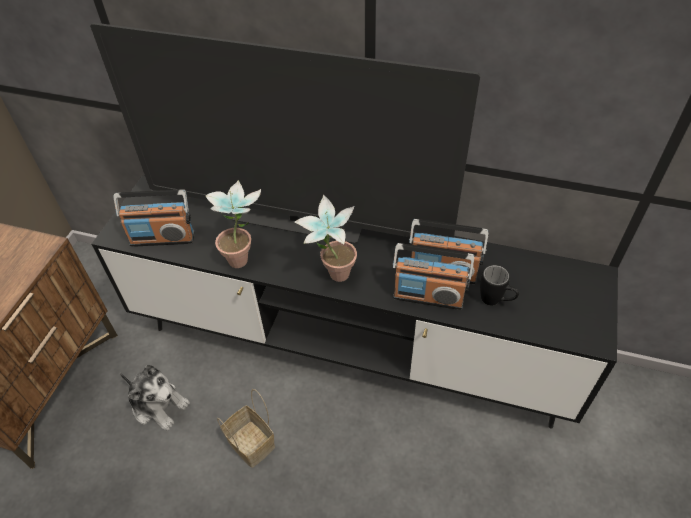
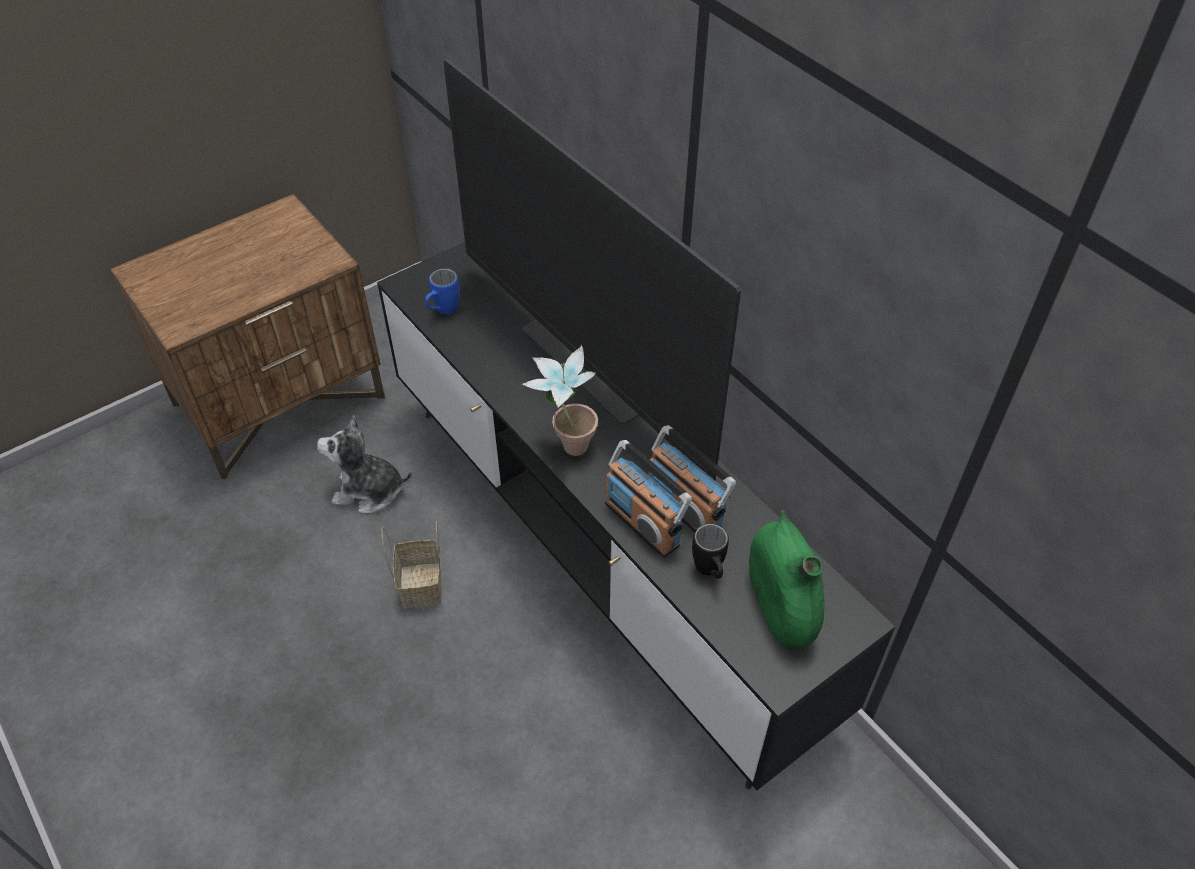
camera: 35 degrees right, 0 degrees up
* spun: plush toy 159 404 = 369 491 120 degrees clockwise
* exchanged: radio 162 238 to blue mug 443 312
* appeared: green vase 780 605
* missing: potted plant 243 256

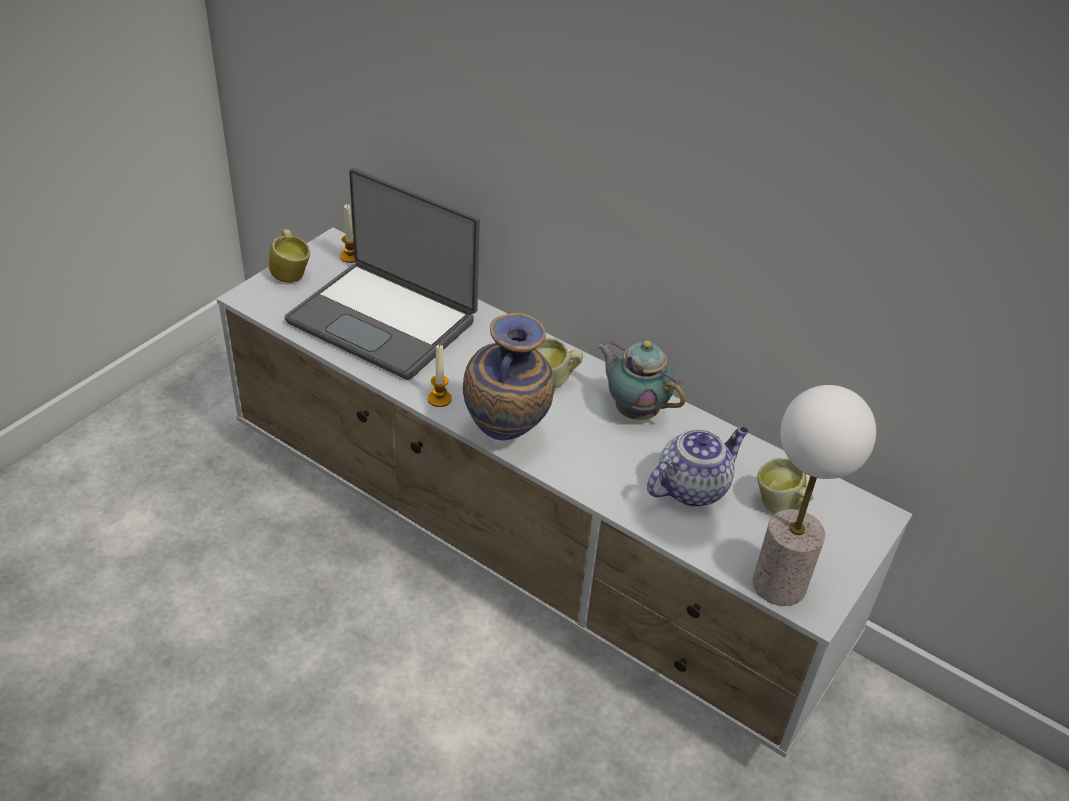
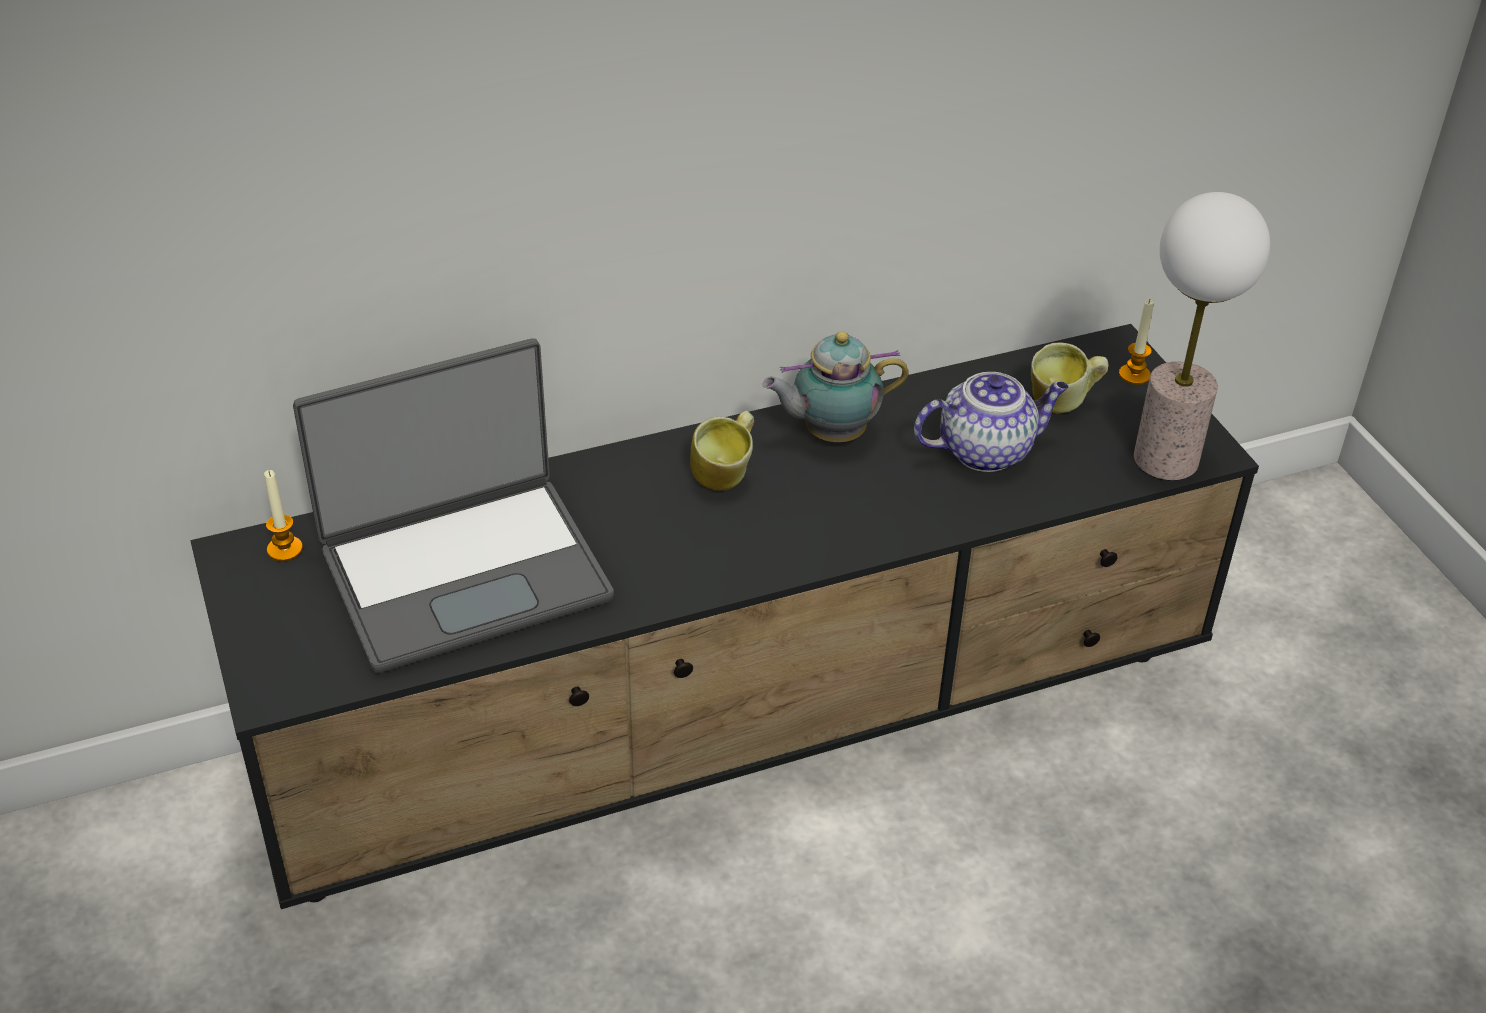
camera: 55 degrees left, 0 degrees up
* colour: white tv stand 526 554 to black tv stand 742 727
* spun: teapot 692 487 = 987 450 75 degrees clockwise
* relocated: candle 439 399 to 1134 375
* missing: mug 291 273
* missing: vase 506 439

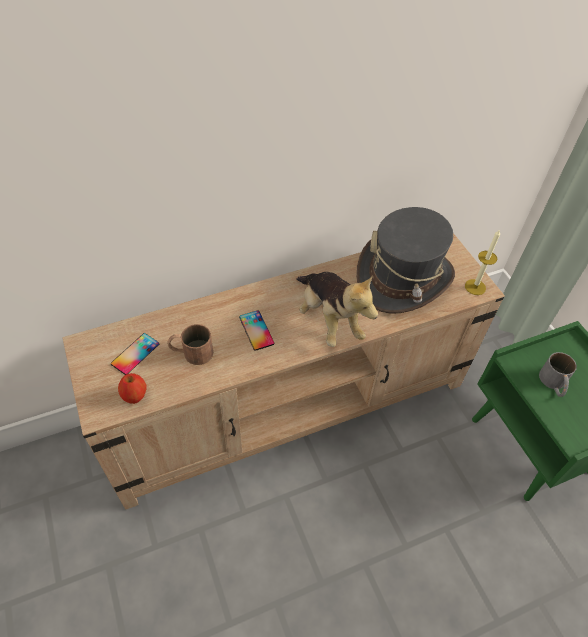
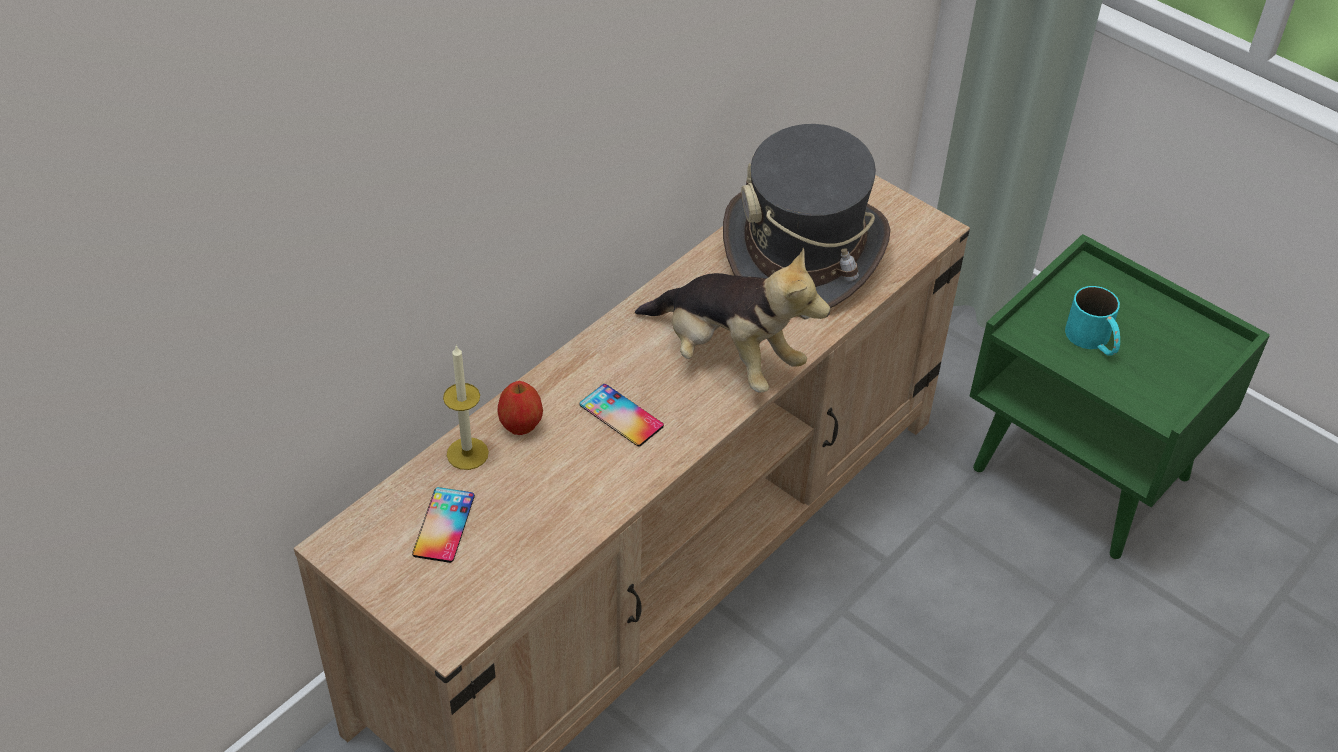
camera: 25 degrees left, 5 degrees down
* relocated: candle 475 287 to 467 453
* relocated: apple 135 396 to 521 425
* colour: grey mug 553 383 to turquoise mug 1093 341
* missing: brown mug 191 352

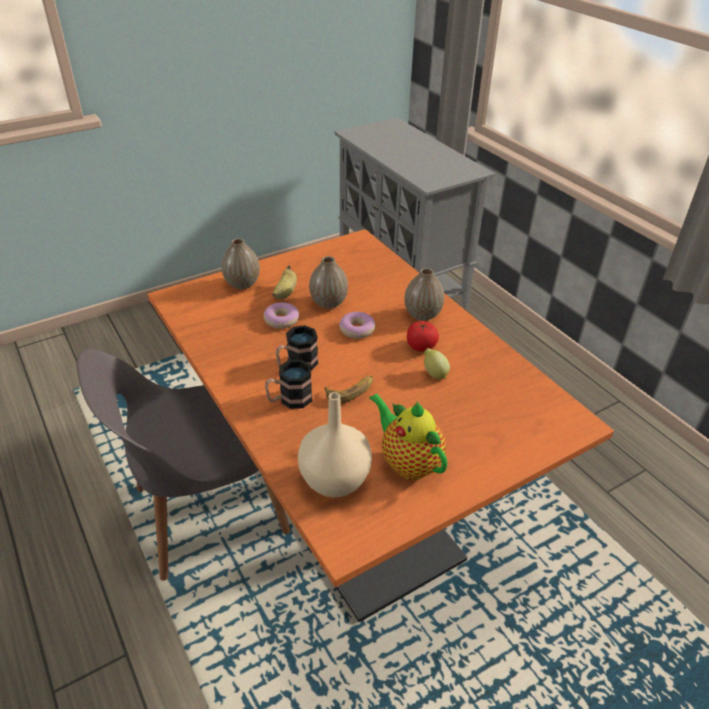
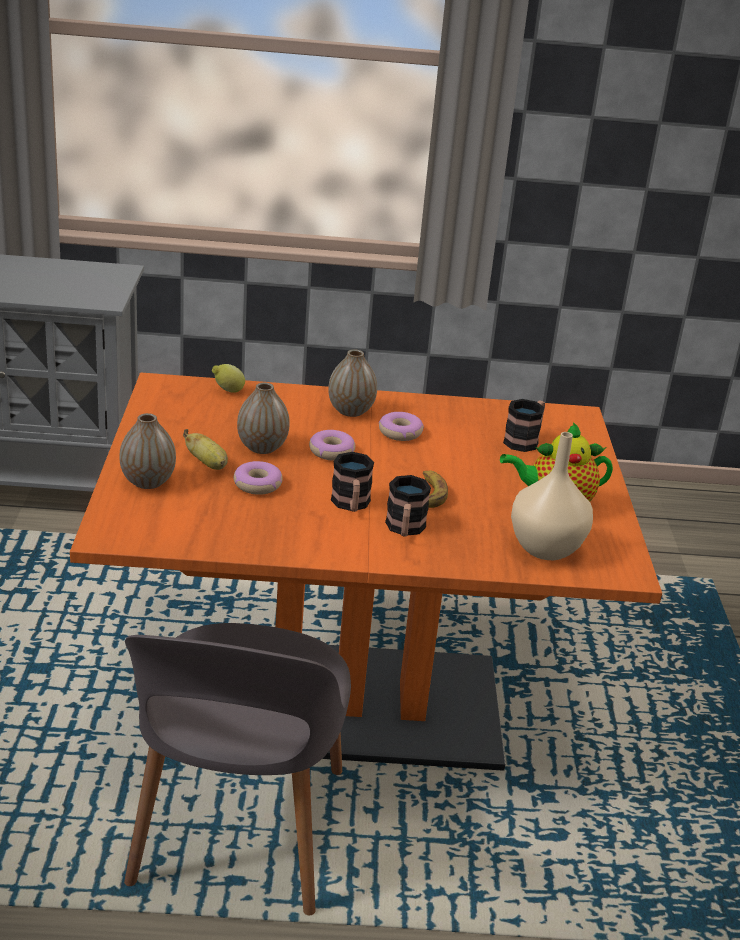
camera: 60 degrees left, 10 degrees down
* relocated: lemon 434 374 to 228 391
* exchanged: tomato 421 346 to donut 400 432
* appeared: mug 525 440

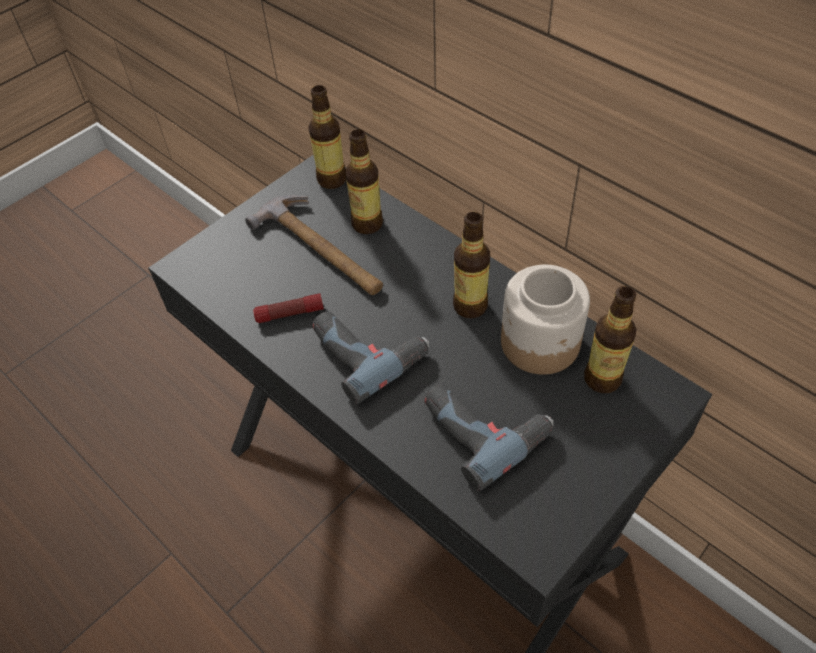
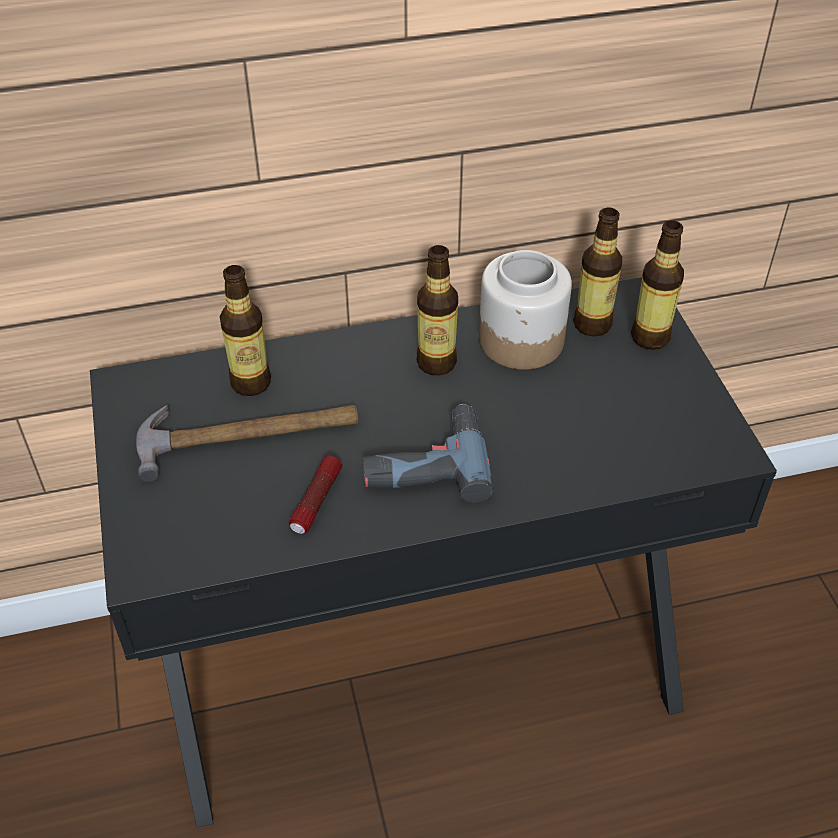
camera: 60 degrees left, 5 degrees down
* relocated: bottle 332 179 to 650 337
* missing: power drill 484 427

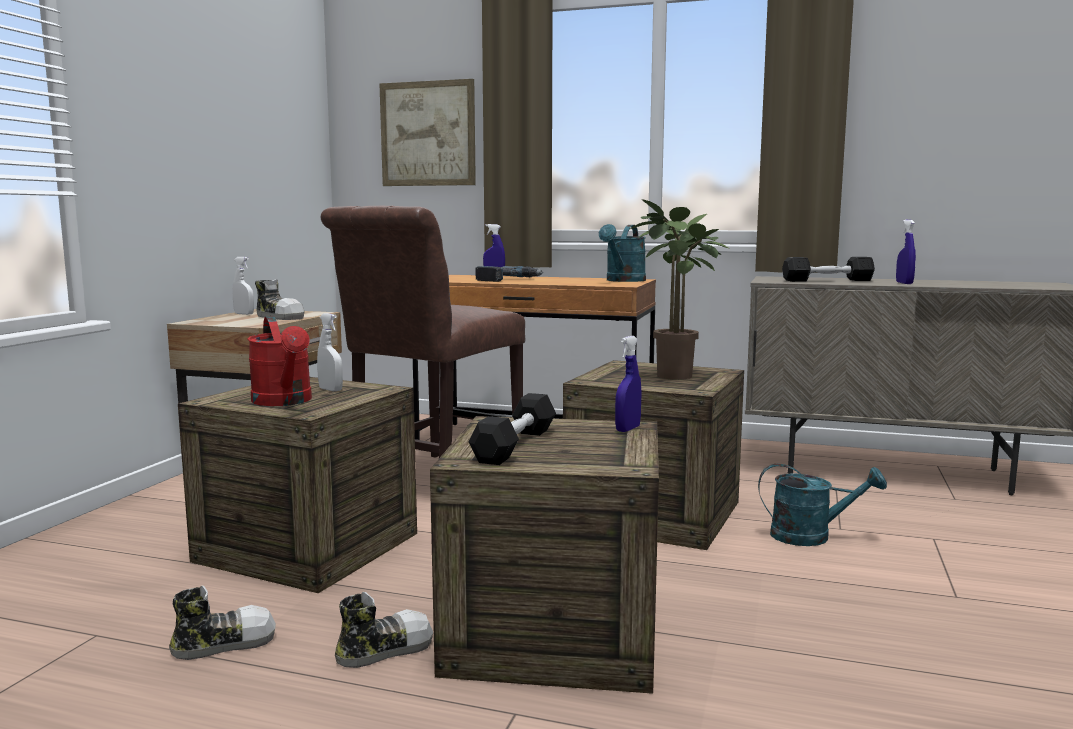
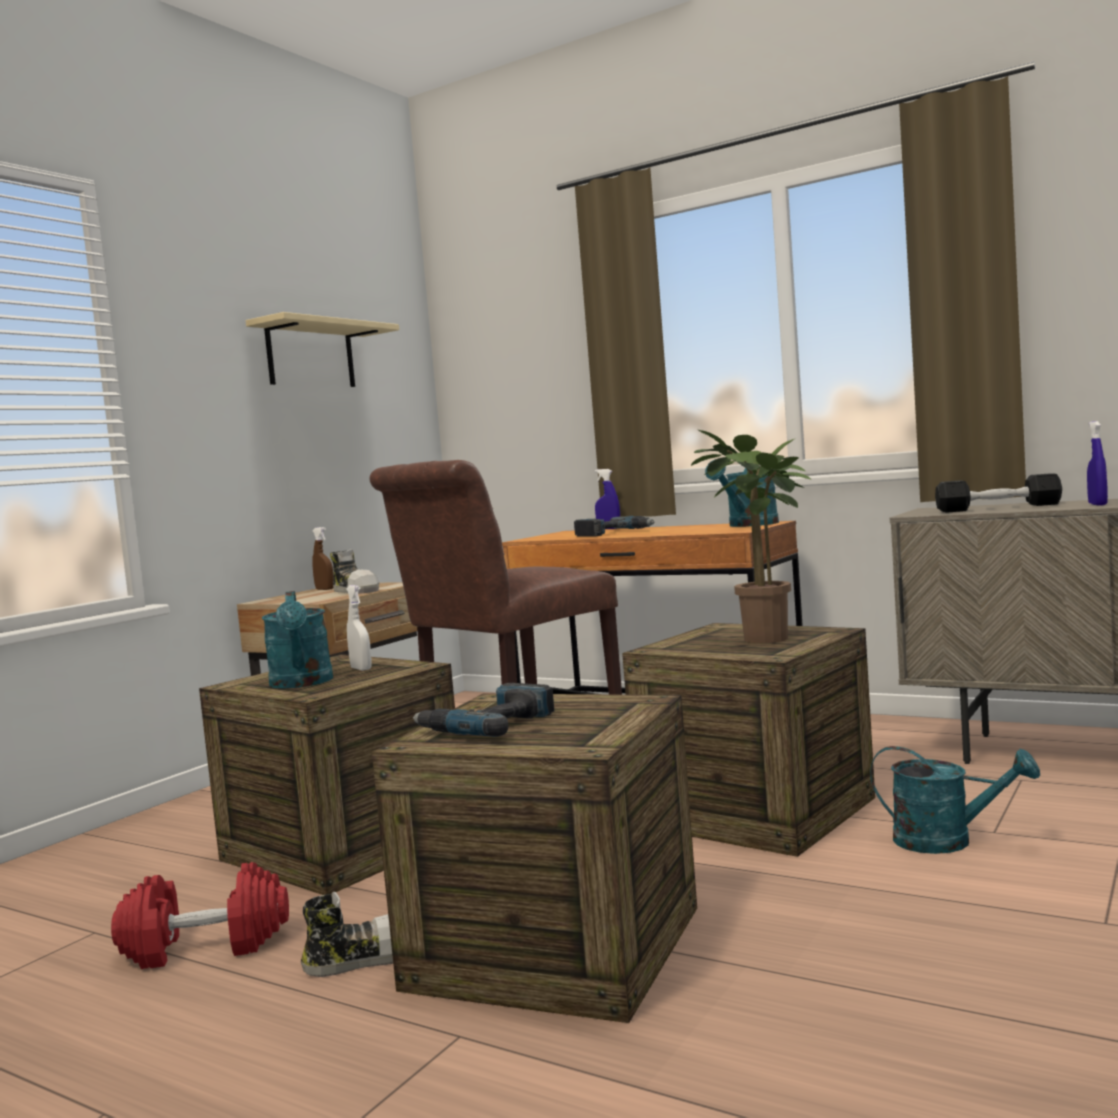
camera: 15 degrees right, 5 degrees down
* exchanged: shoe 224 643 to red dumbbell 206 946
* appeared: beige shelf 310 355
* colour: red watering can 285 402 to turquoise watering can 302 683
* colour: white spray bottle 244 314 to brown spray bottle 324 589
* exchanged: black dumbbell 515 445 to power drill 488 725
* missing: picture 428 134
* missing: blue spray bottle 627 429

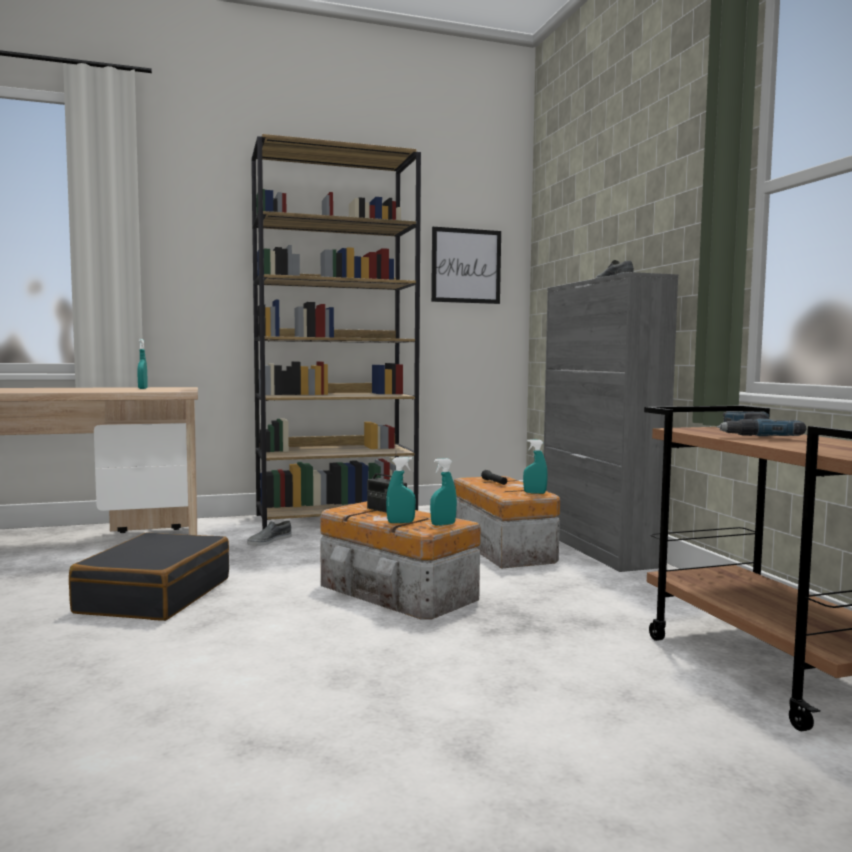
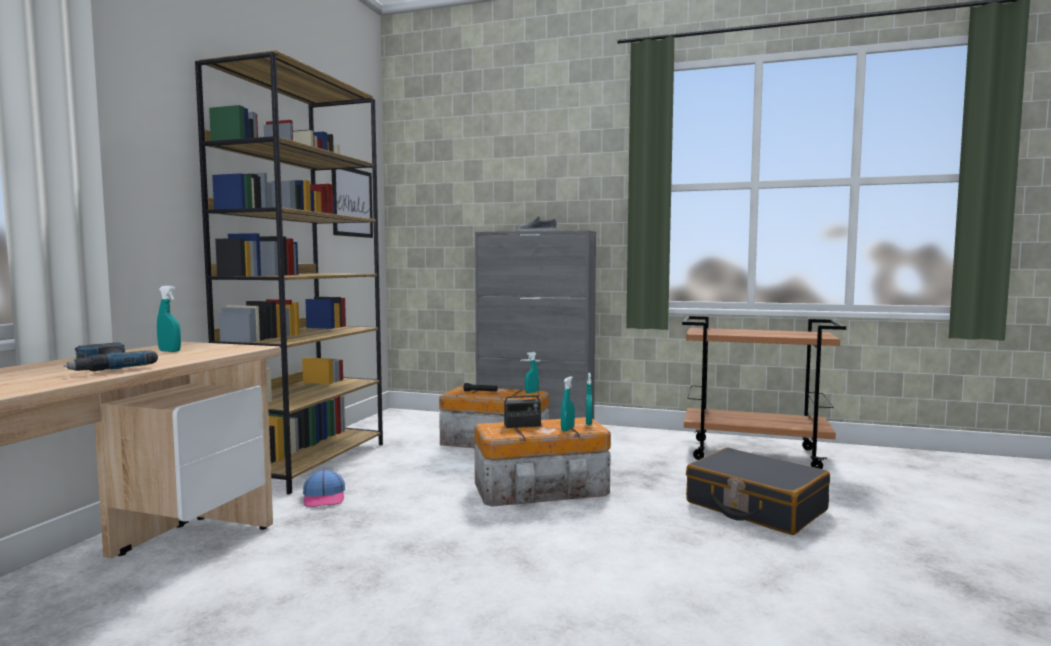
camera: 55 degrees left, 0 degrees up
* relocated: power drill 748 434 to 103 368
* exchanged: grey shoe 269 541 to cap 324 497
* relocated: black suitcase 154 595 to 755 507

